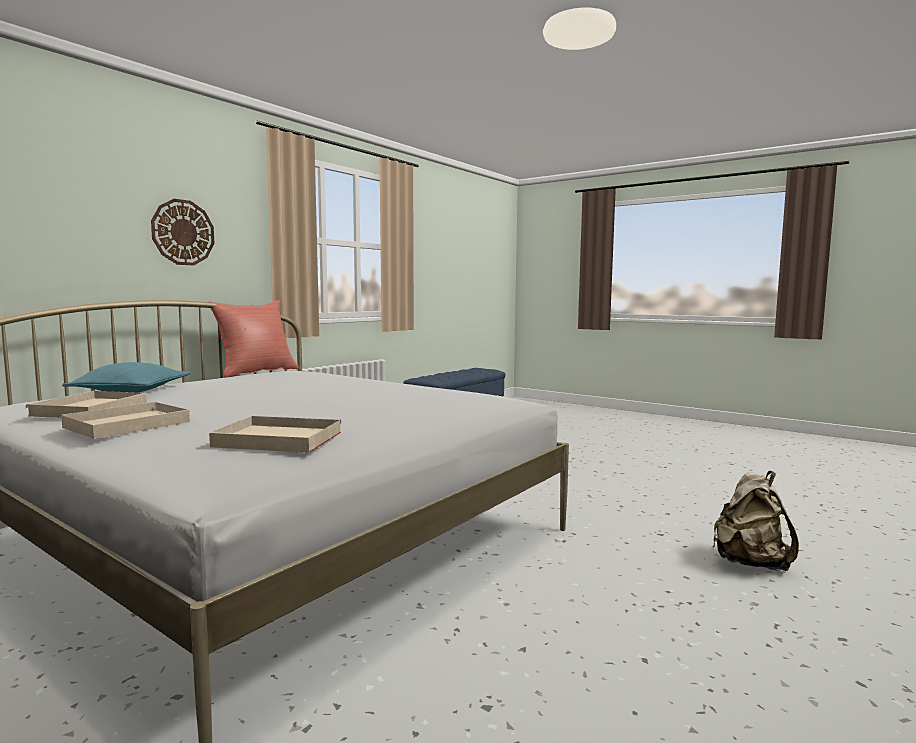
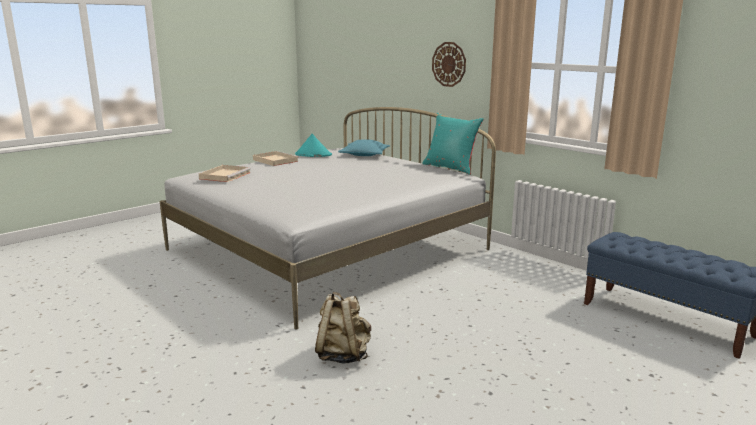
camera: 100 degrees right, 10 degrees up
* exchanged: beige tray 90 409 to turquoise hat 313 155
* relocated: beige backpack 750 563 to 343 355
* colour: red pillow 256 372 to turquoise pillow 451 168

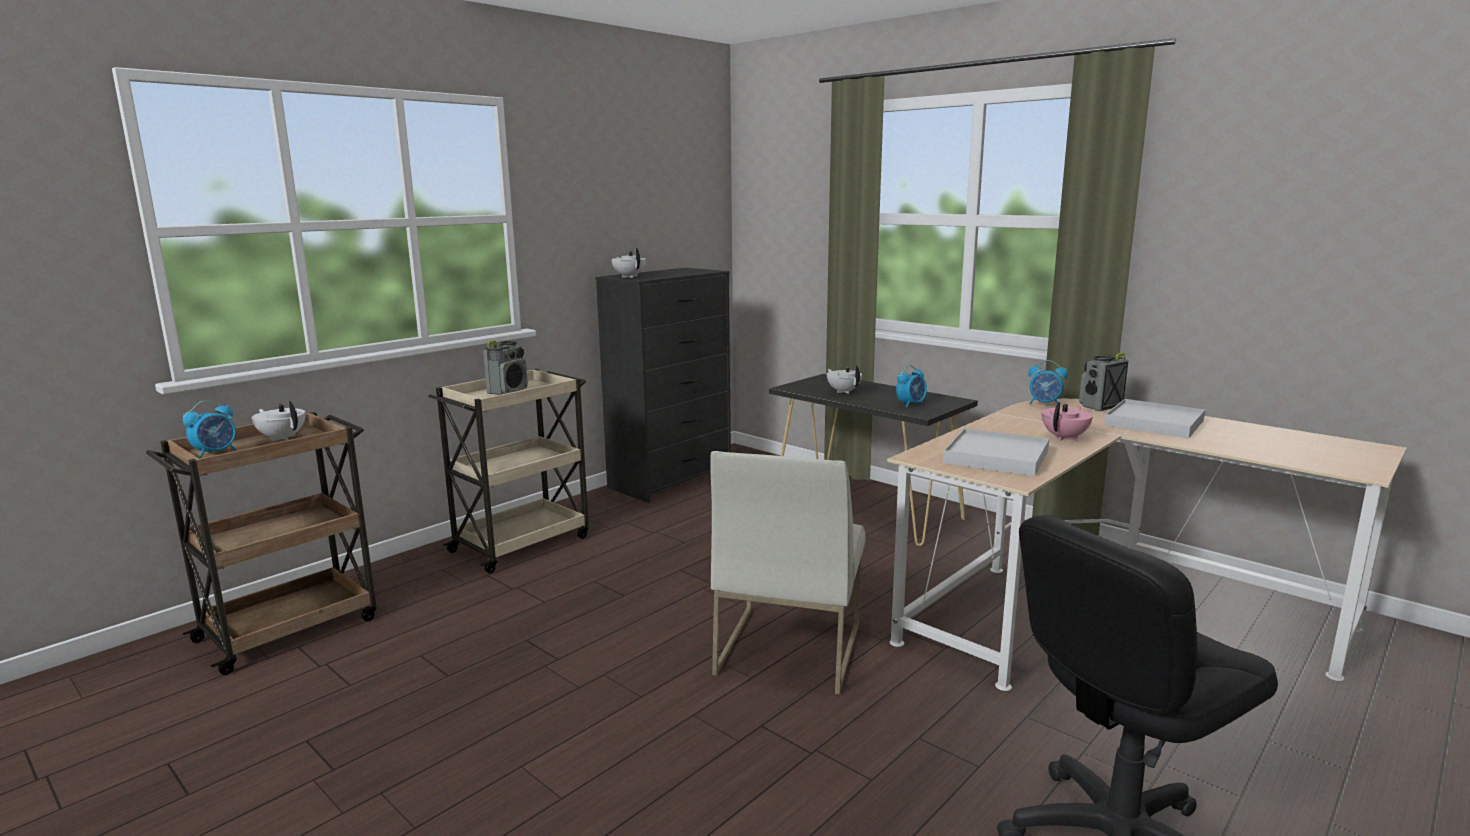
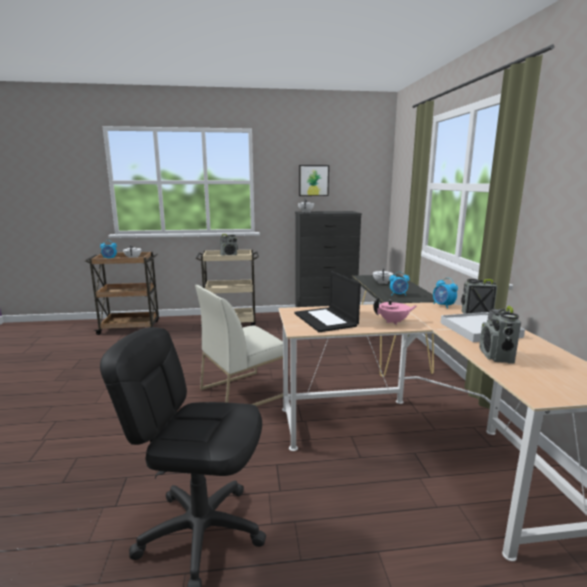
camera: 40 degrees right, 0 degrees up
* exchanged: white tray 997 457 to laptop 326 320
* appeared: picture 313 180
* appeared: radio 496 356

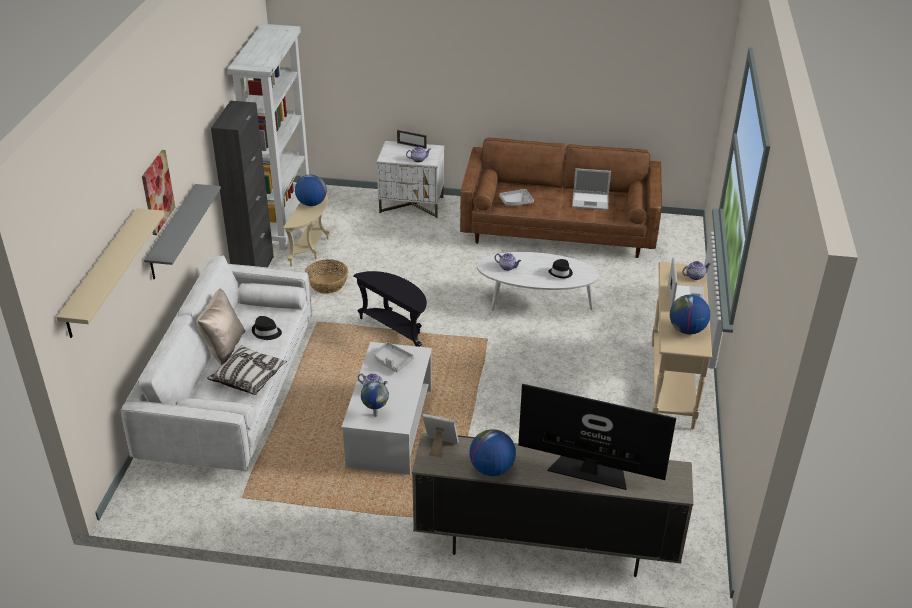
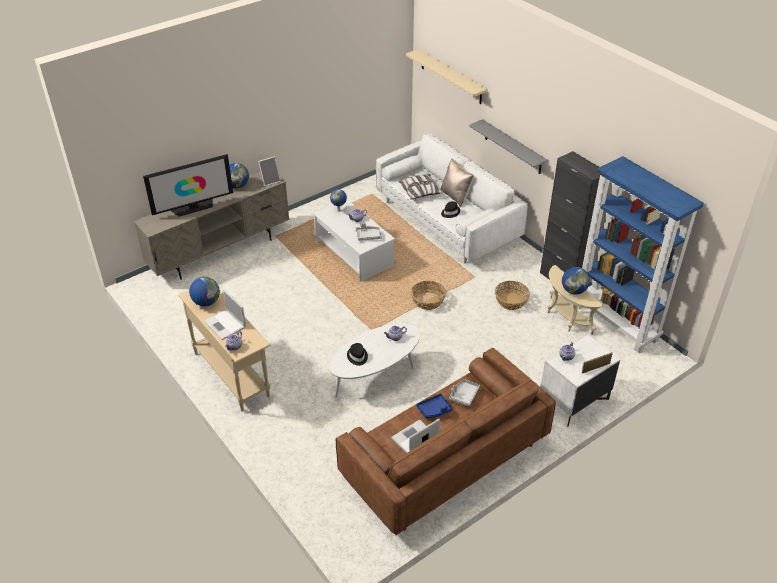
camera: 135 degrees right, 5 degrees up
* exchanged: black side table 396 330 to basket 428 301
* appeared: blue tray 434 410
* colour: white bookcase 283 221 to blue bookcase 616 323
* missing: picture 157 192

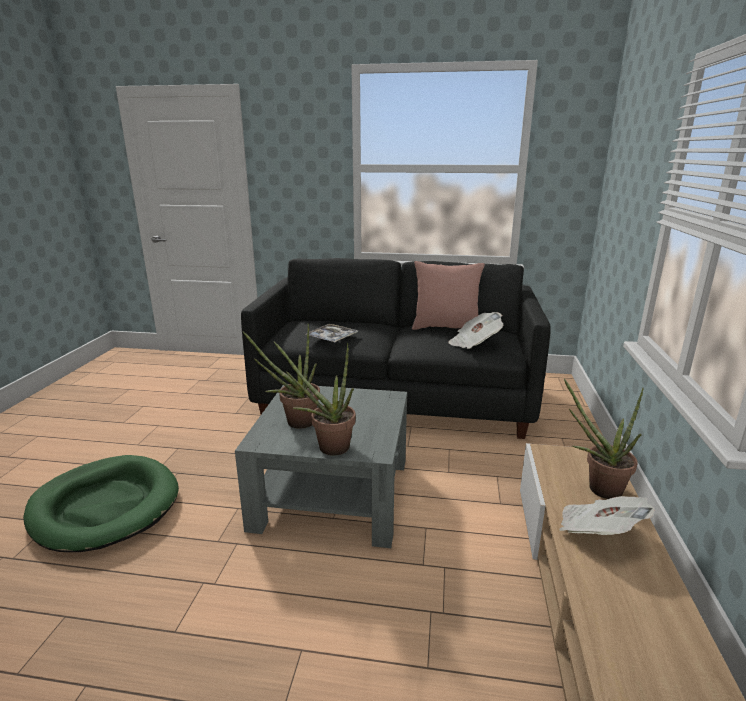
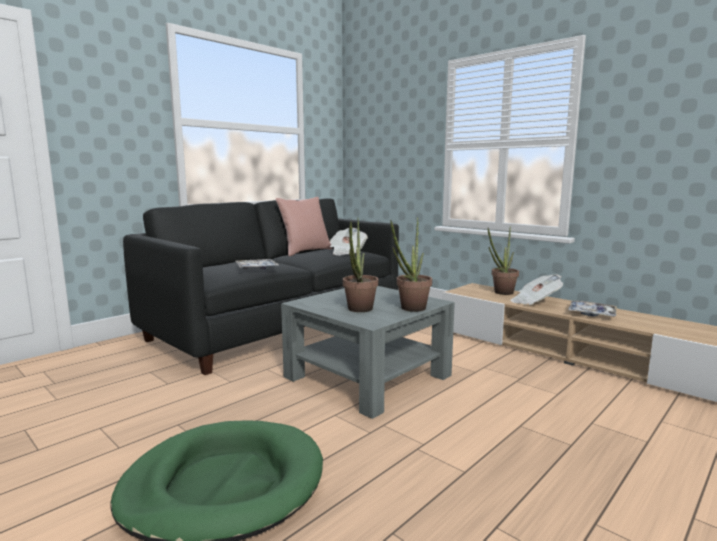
camera: 55 degrees left, 10 degrees down
* appeared: tray 591 314

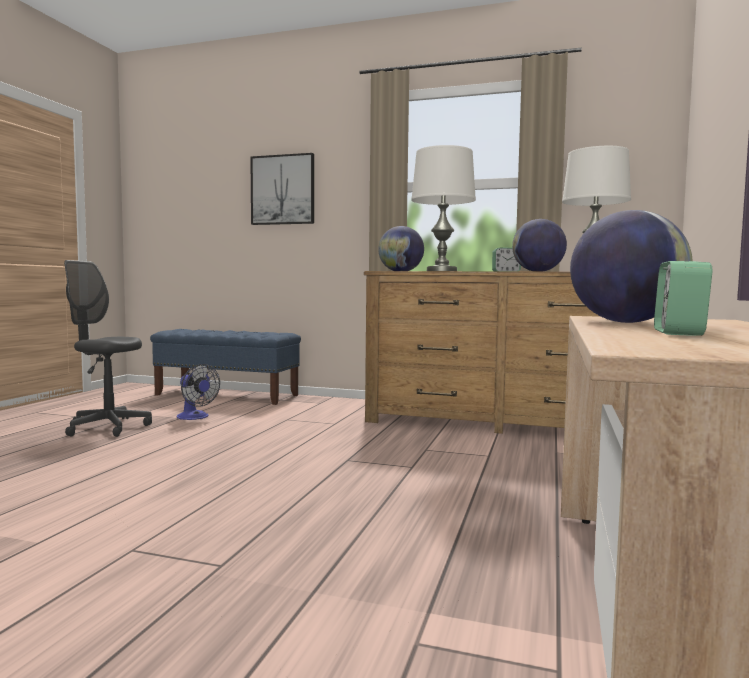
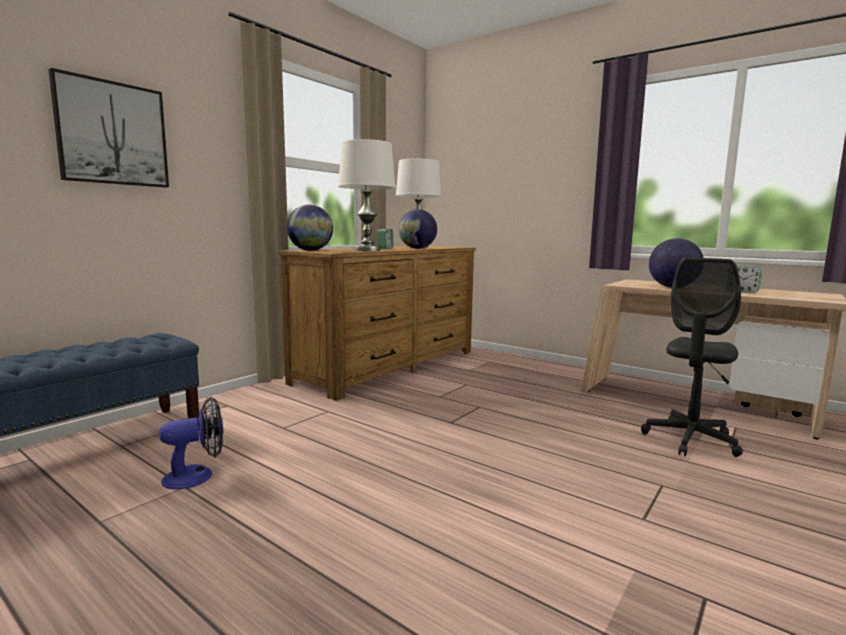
camera: 70 degrees left, 5 degrees up
* relocated: grey office chair 107 427 to 690 440

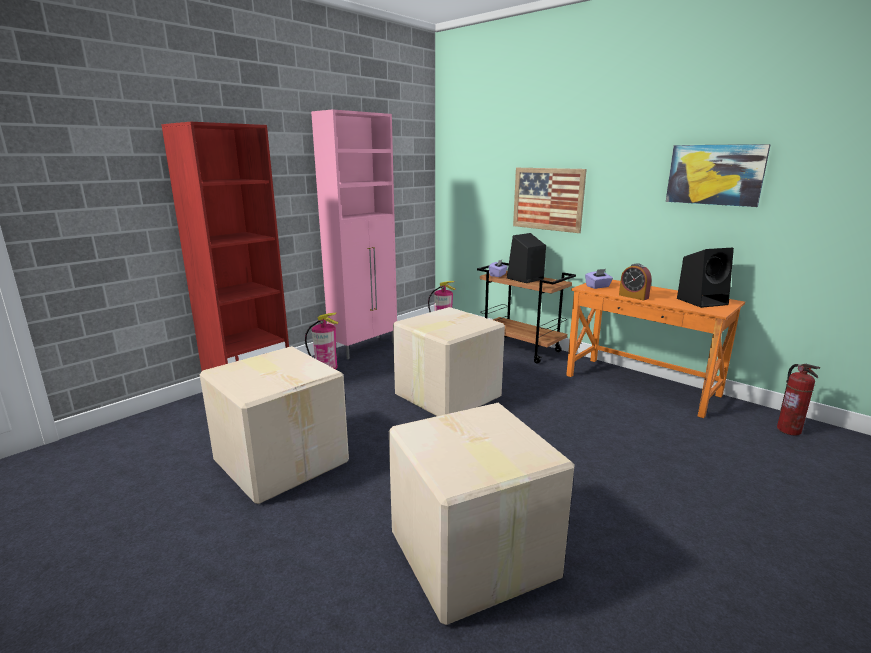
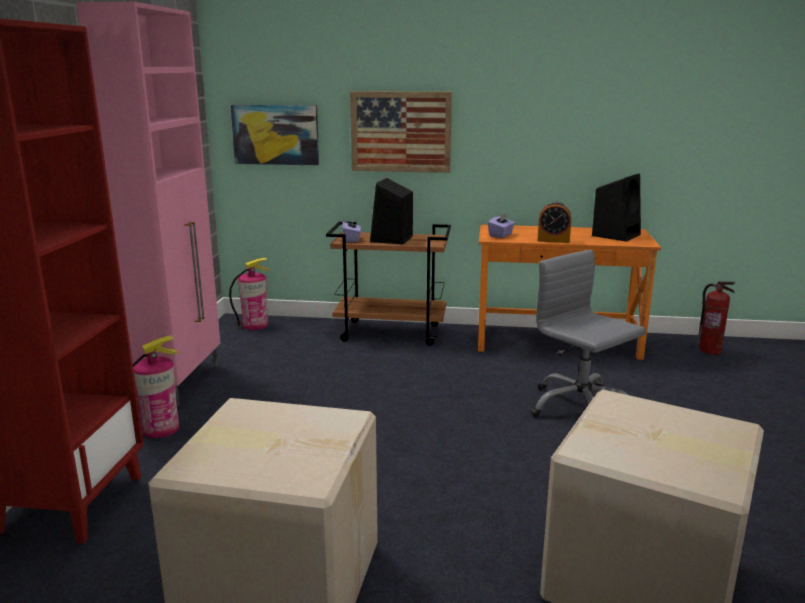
camera: 35 degrees left, 0 degrees up
* relocated: picture 715 174 to 275 134
* appeared: grey office chair 580 407
* missing: cardboard box 446 396

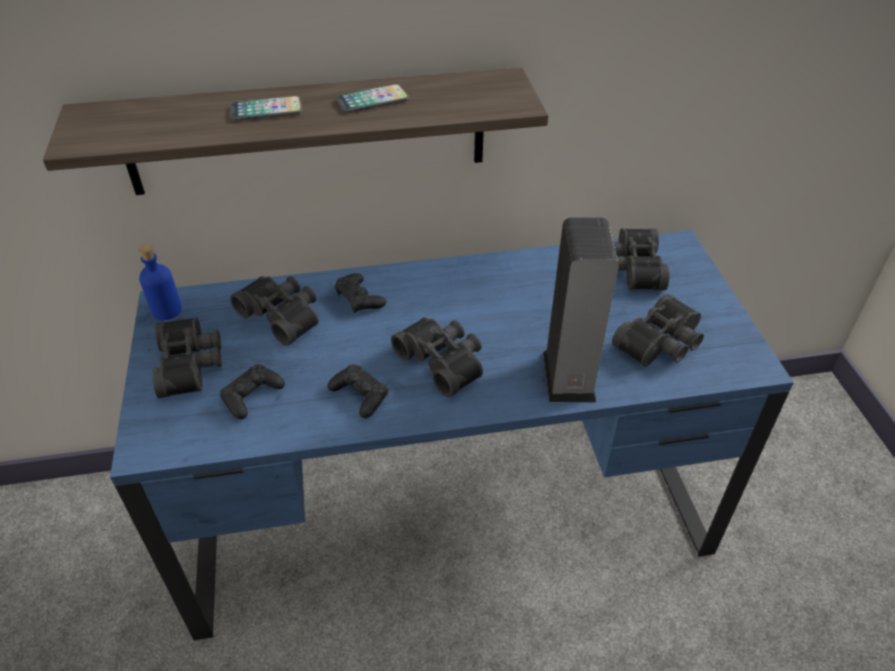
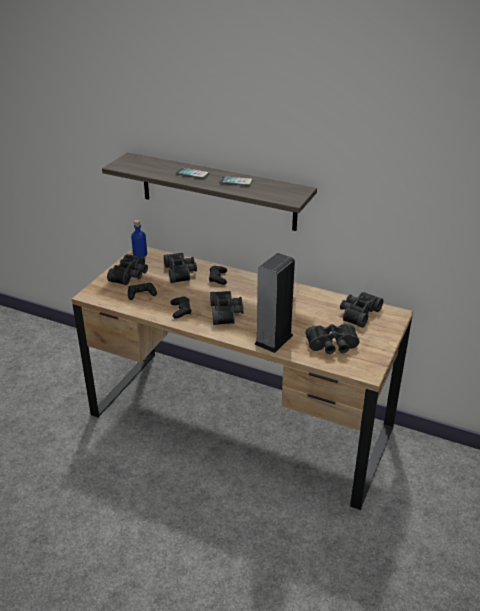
camera: 35 degrees right, 10 degrees down
* colour: blue desk 447 508 to brown desk 240 421

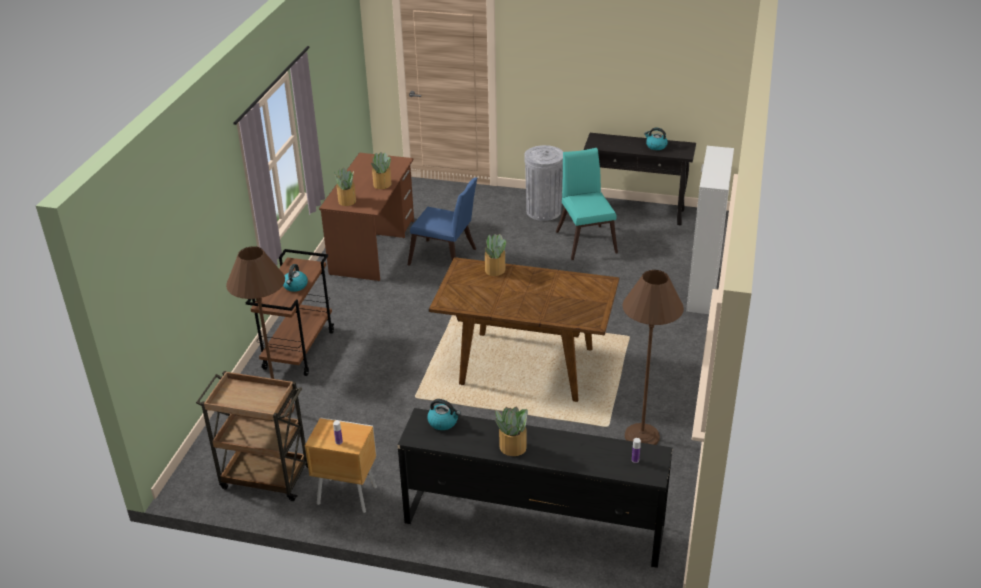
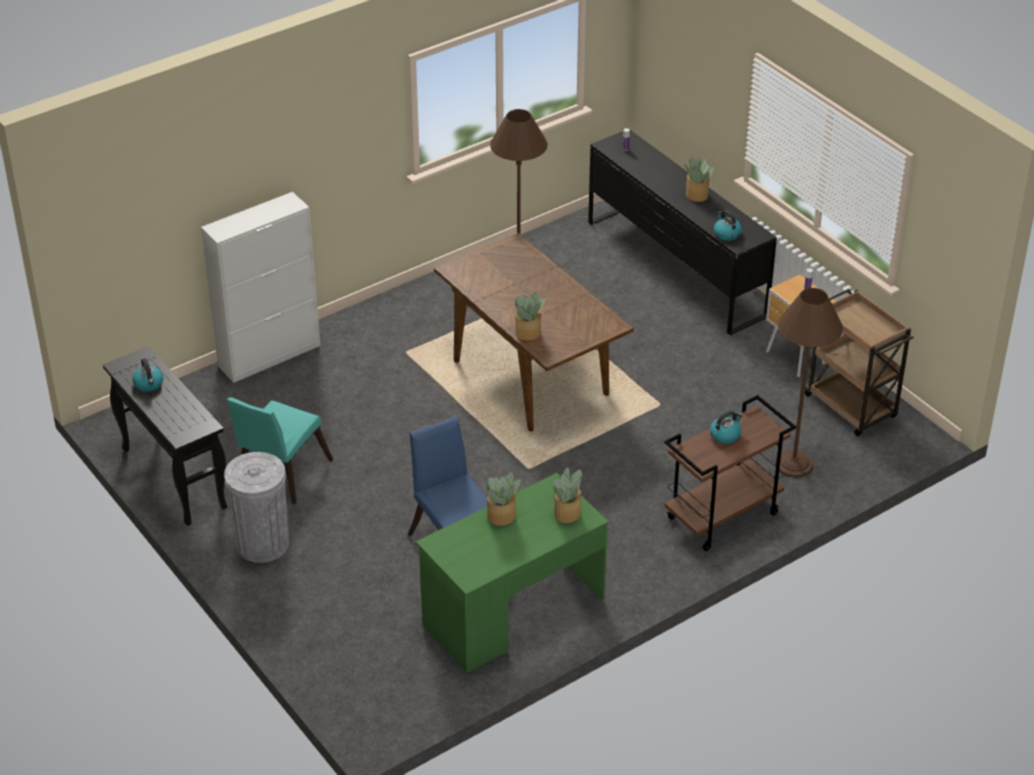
camera: 140 degrees left, 5 degrees up
* colour: brown desk 373 247 to green desk 513 612

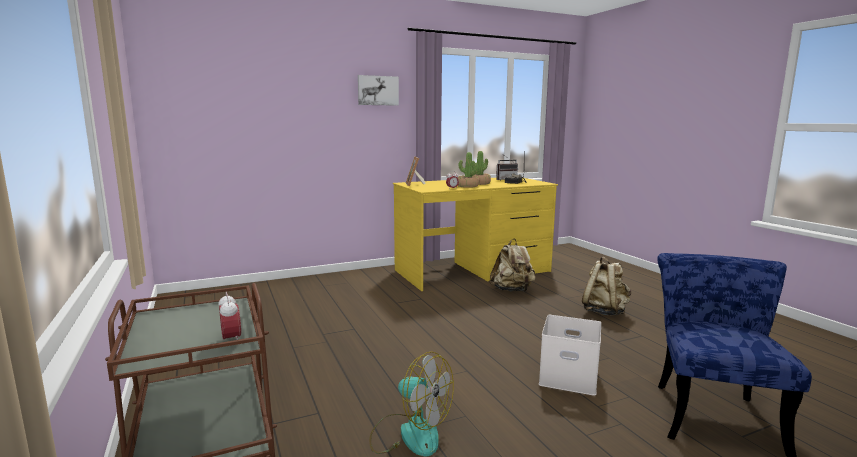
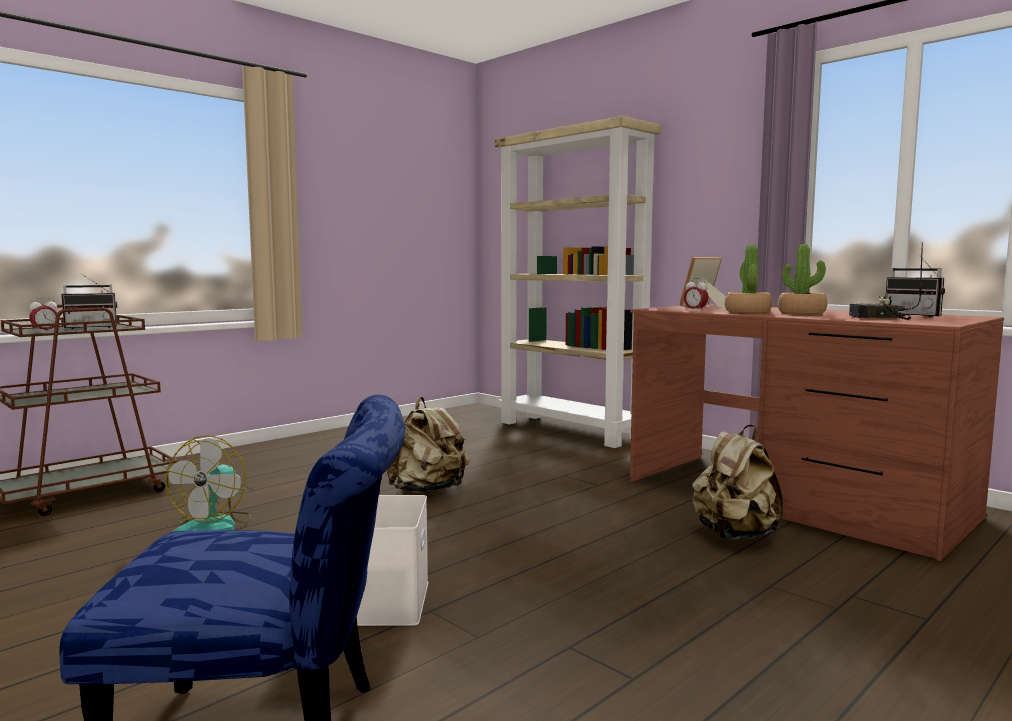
camera: 70 degrees right, 5 degrees down
* appeared: radio 91 327
* relocated: beige backpack 604 312 to 429 491
* appeared: beige bookcase 572 430
* colour: yellow desk 473 271 to brown desk 793 498
* missing: picture 378 90

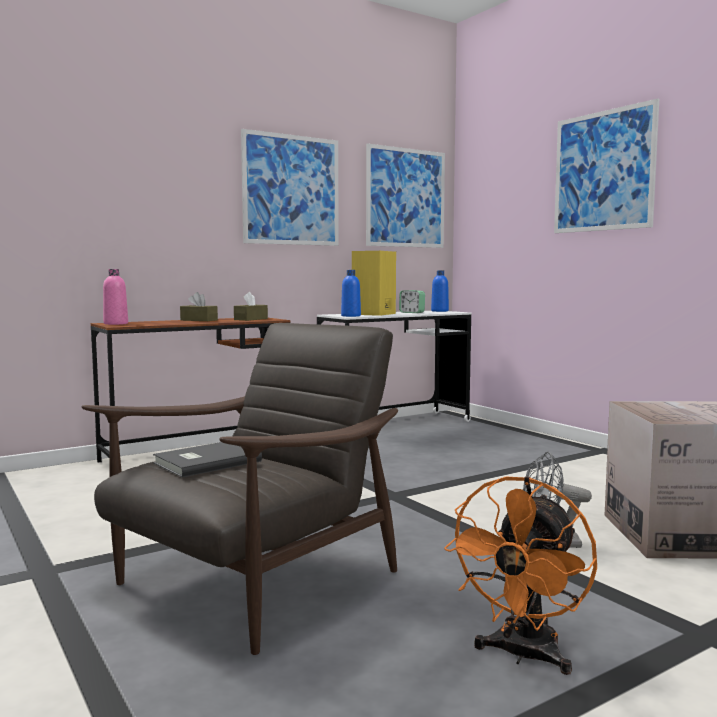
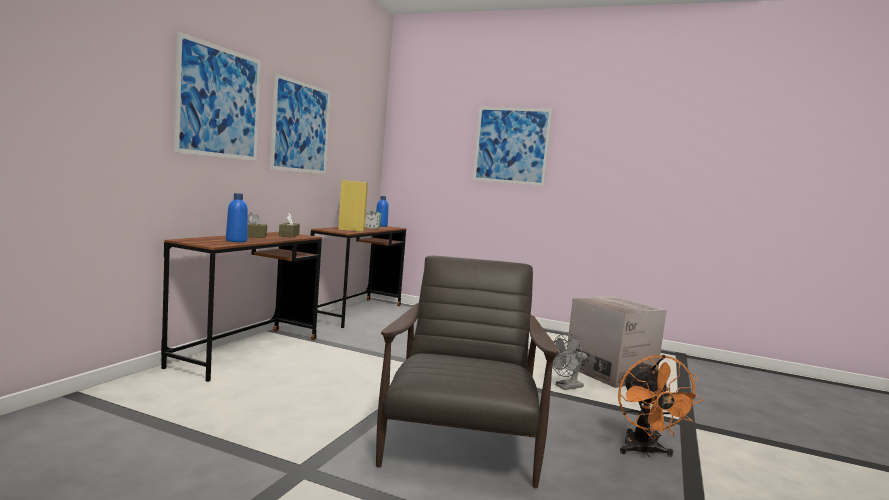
camera: 35 degrees left, 0 degrees up
* relocated: picture 405 198 to 219 102
* relocated: blue bottle 351 316 to 236 241
* colour: white desk 395 425 to brown desk 356 312
* missing: pink bottle 116 324
* missing: grey book 205 462

